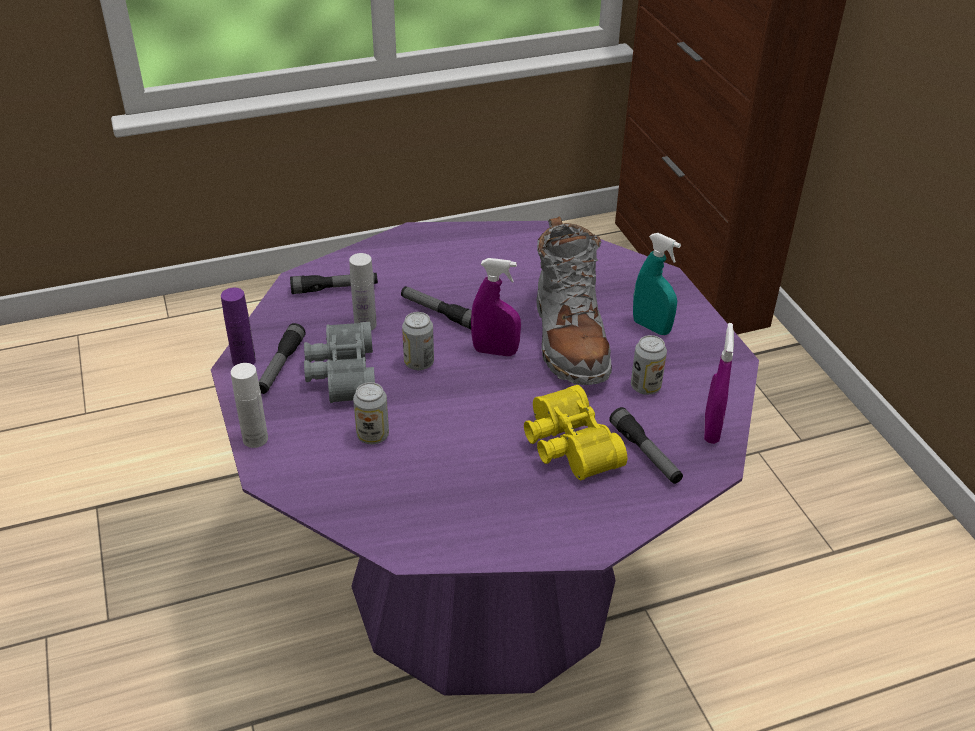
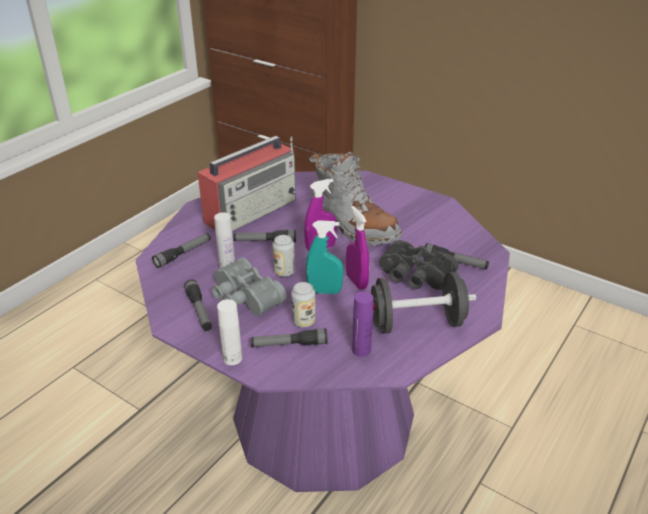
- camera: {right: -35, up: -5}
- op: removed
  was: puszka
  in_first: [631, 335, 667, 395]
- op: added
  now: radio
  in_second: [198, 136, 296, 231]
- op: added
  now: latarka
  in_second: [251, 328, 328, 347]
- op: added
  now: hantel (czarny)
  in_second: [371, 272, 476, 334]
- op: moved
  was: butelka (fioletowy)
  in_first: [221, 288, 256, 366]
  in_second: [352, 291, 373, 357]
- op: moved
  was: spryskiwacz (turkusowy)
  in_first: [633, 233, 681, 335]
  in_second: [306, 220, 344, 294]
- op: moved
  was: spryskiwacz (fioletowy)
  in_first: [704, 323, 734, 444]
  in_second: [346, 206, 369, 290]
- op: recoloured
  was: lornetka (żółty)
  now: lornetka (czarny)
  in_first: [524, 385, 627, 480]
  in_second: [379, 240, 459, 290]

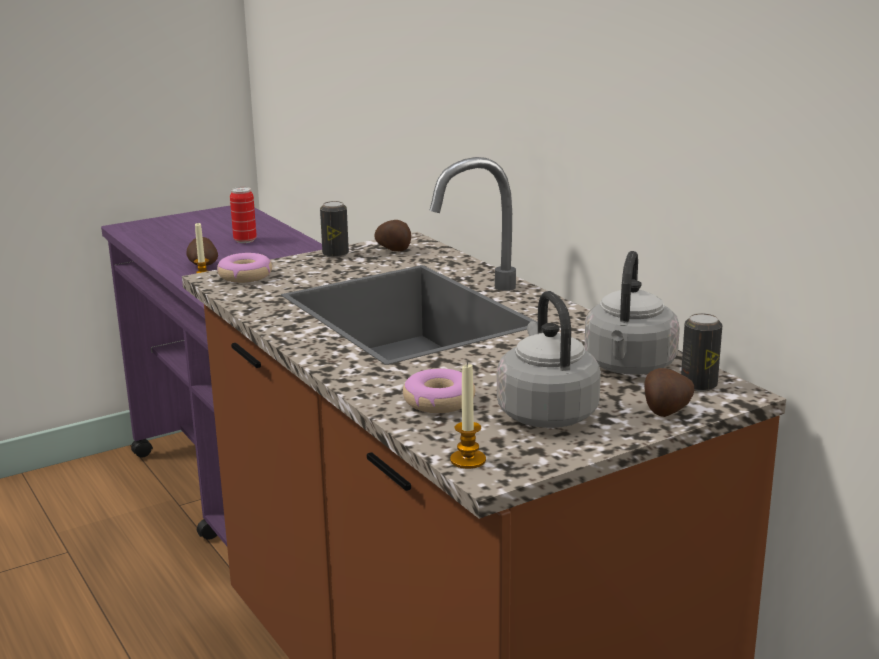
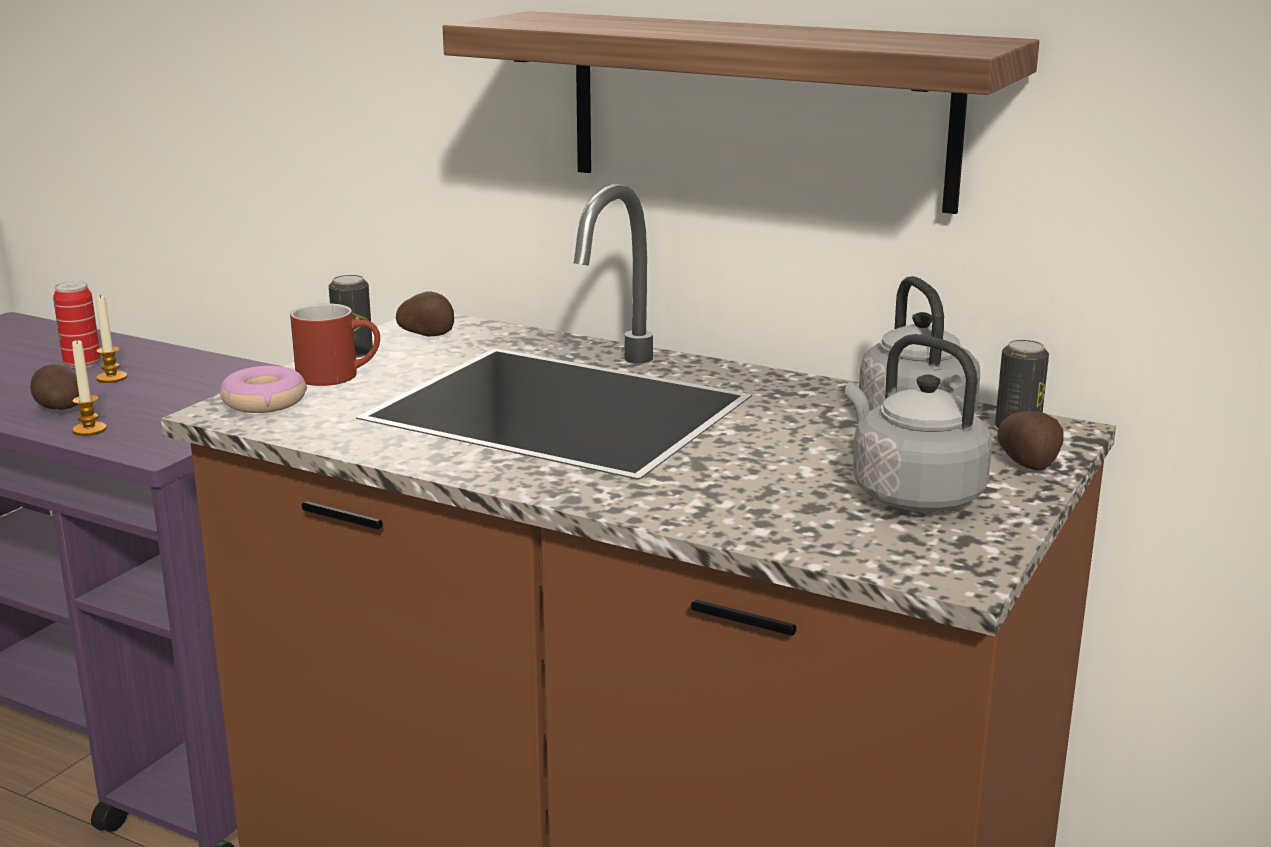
- camera: {right: -30, up: 0}
- op: removed
  was: donut
  in_first: [403, 368, 475, 413]
- op: added
  now: kubek (czerwony)
  in_second: [290, 303, 380, 386]
- op: added
  now: półka
  in_second: [443, 11, 1039, 214]
- op: moved
  was: świeca
  in_first: [450, 362, 486, 469]
  in_second: [96, 295, 127, 383]

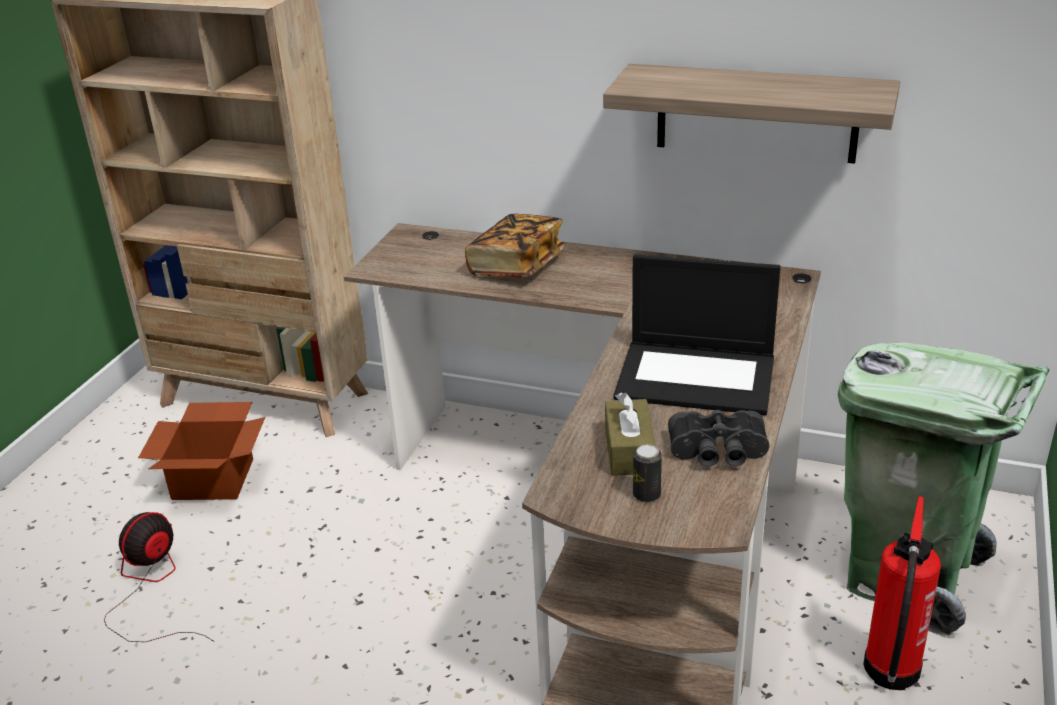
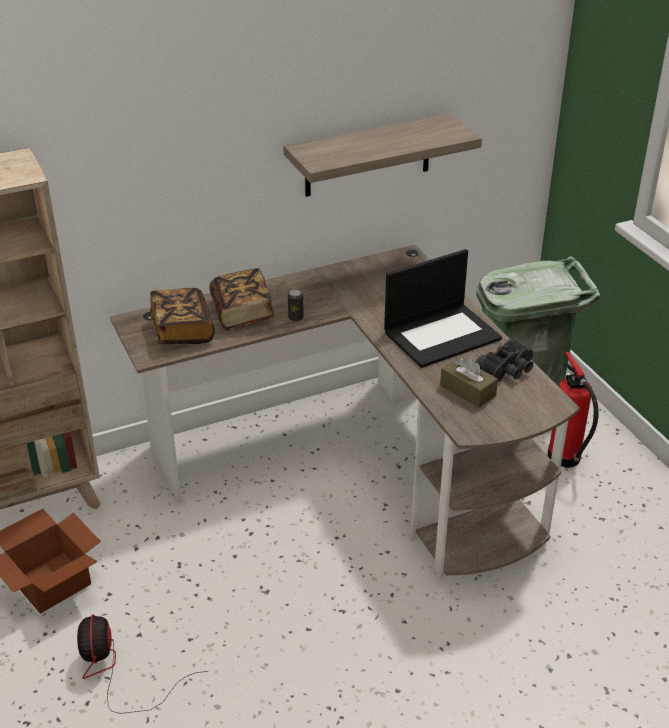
- camera: {right: -45, up: 5}
- op: added
  now: książka
  in_second: [150, 288, 215, 344]
- op: moved
  was: puszka
  in_first: [633, 444, 662, 502]
  in_second: [288, 289, 304, 322]

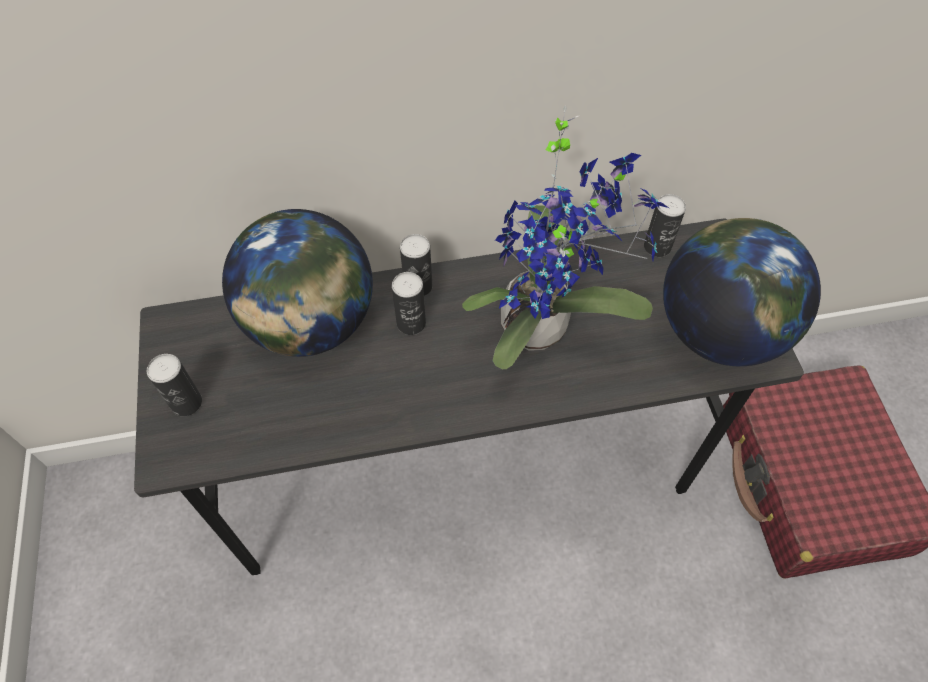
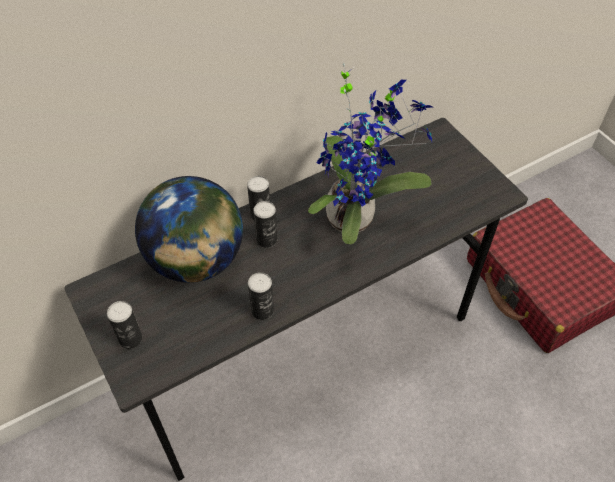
- camera: {right: -20, up: -5}
- op: removed
  was: globus
  in_first: [663, 218, 821, 366]
- op: moved
  was: puszka
  in_first: [644, 194, 686, 257]
  in_second: [248, 272, 274, 320]

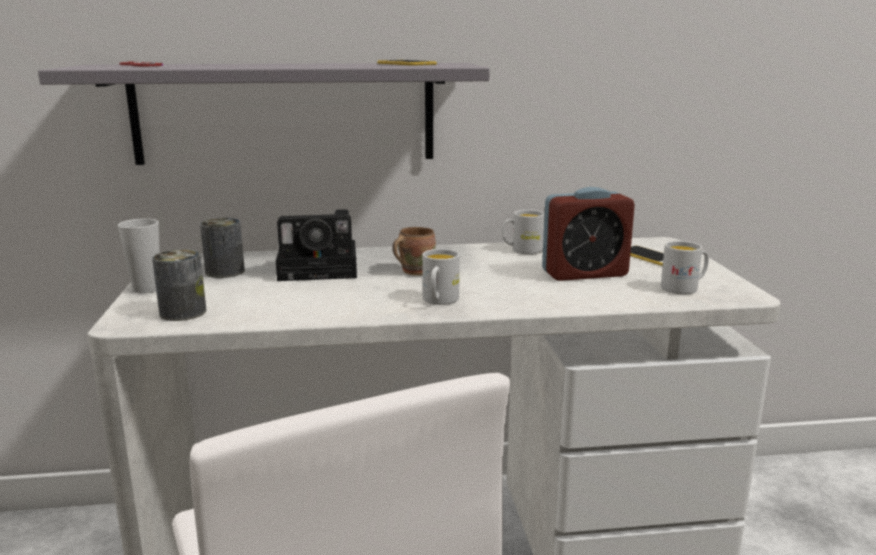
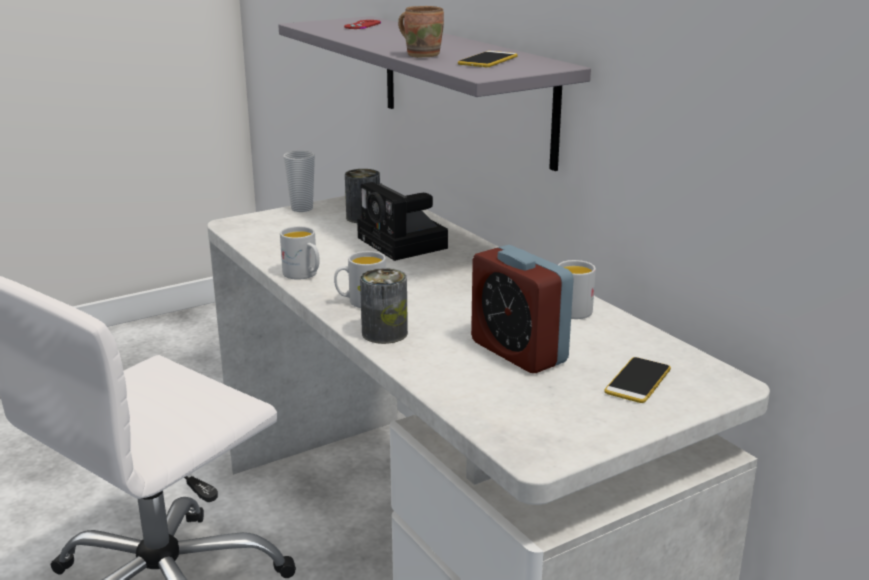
- camera: {right: 65, up: 5}
- op: moved
  was: puszka
  in_first: [152, 249, 206, 321]
  in_second: [360, 268, 408, 344]
- op: moved
  was: kubek (brązowy)
  in_first: [392, 227, 436, 276]
  in_second: [398, 6, 444, 58]
- op: moved
  was: kubek (biały)
  in_first: [661, 241, 709, 294]
  in_second: [280, 226, 320, 280]

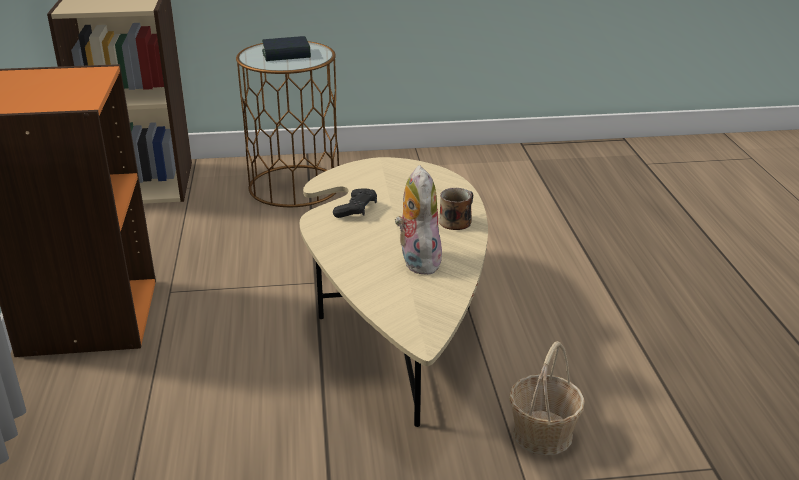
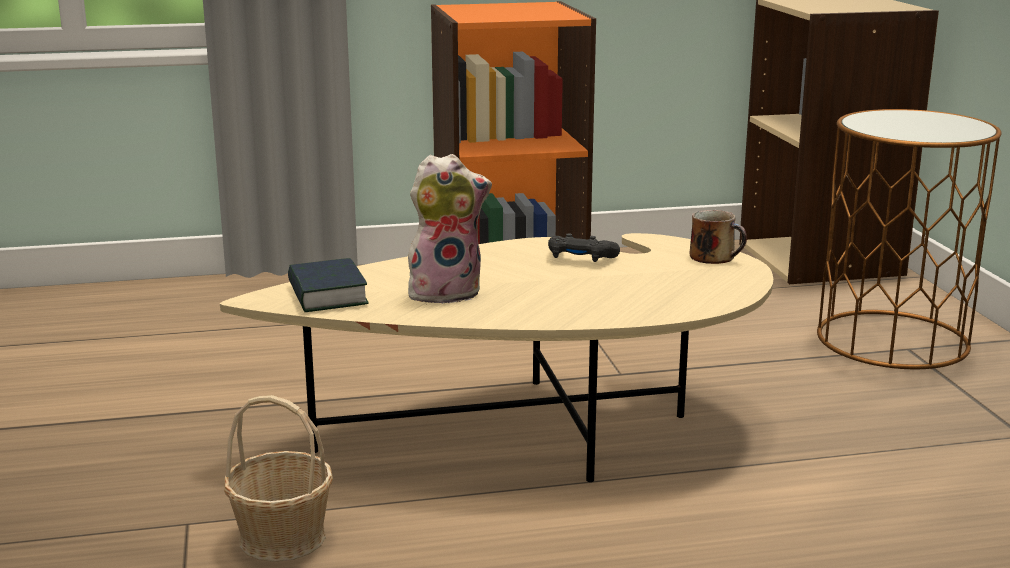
- camera: {right: 85, up: -10}
- op: moved
  was: książka
  in_first: [262, 36, 311, 61]
  in_second: [288, 258, 369, 312]
- op: moved
  was: kubek
  in_first: [439, 188, 473, 230]
  in_second: [690, 210, 747, 264]

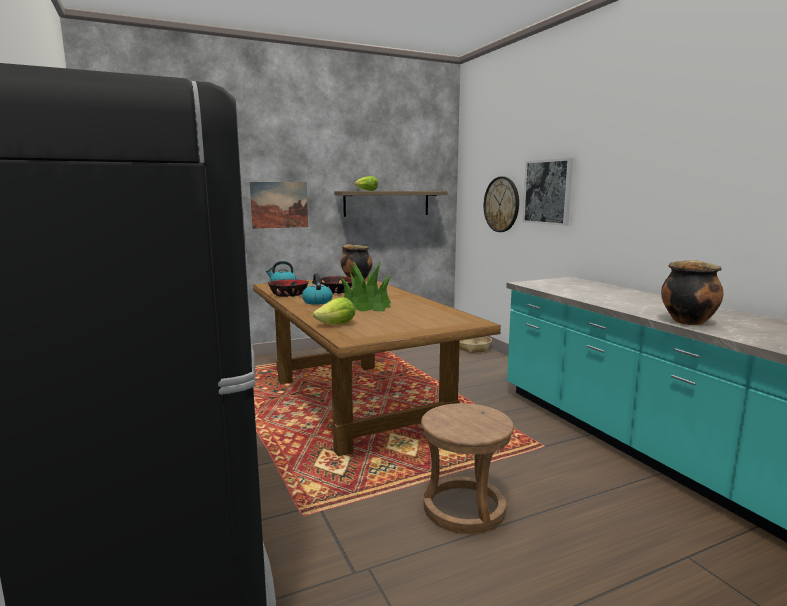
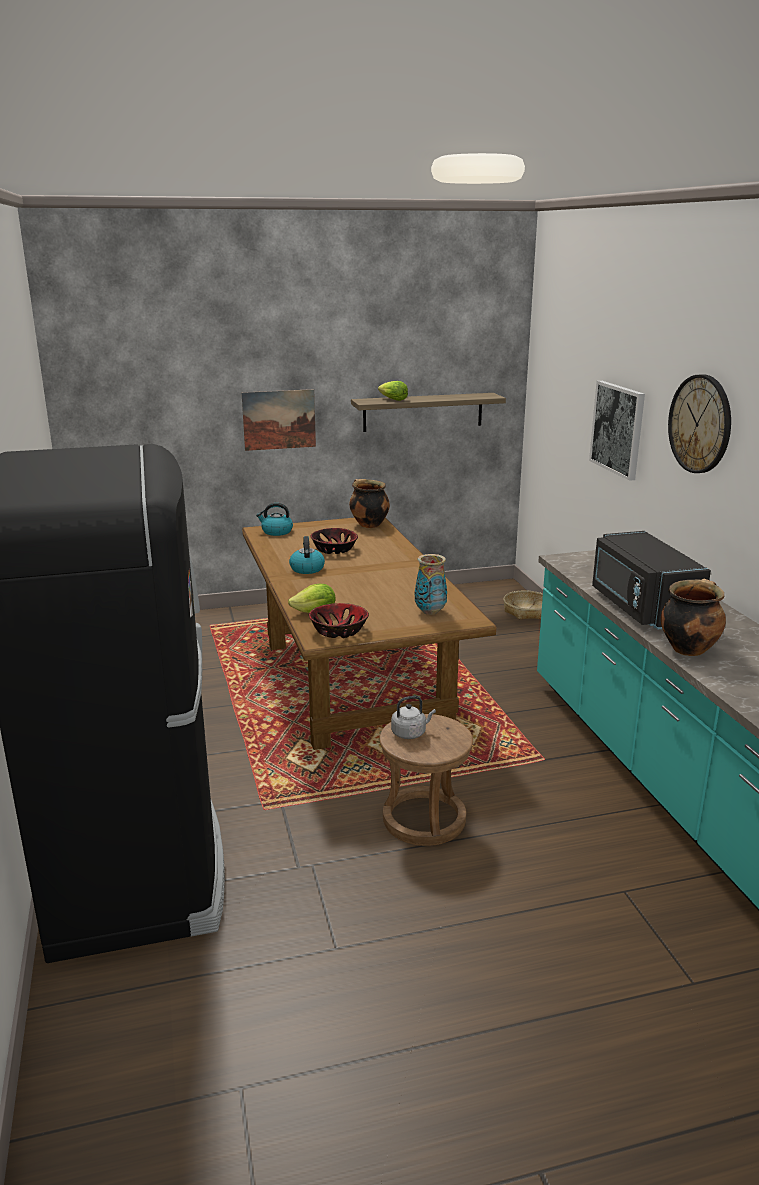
- camera: {right: 10, up: 10}
- op: removed
  was: roślina doniczkowa
  in_first: [340, 260, 391, 311]
- op: added
  now: czajnik (szary)
  in_second: [391, 696, 436, 739]
- op: added
  now: wazon
  in_second: [415, 554, 447, 615]
- op: added
  now: mikrofalówka (czarny)
  in_second: [592, 531, 711, 629]
- op: moved
  was: miska
  in_first: [268, 280, 309, 297]
  in_second: [309, 603, 369, 638]
- op: moved
  was: zegar ścienny
  in_first: [484, 177, 519, 232]
  in_second: [668, 374, 731, 473]

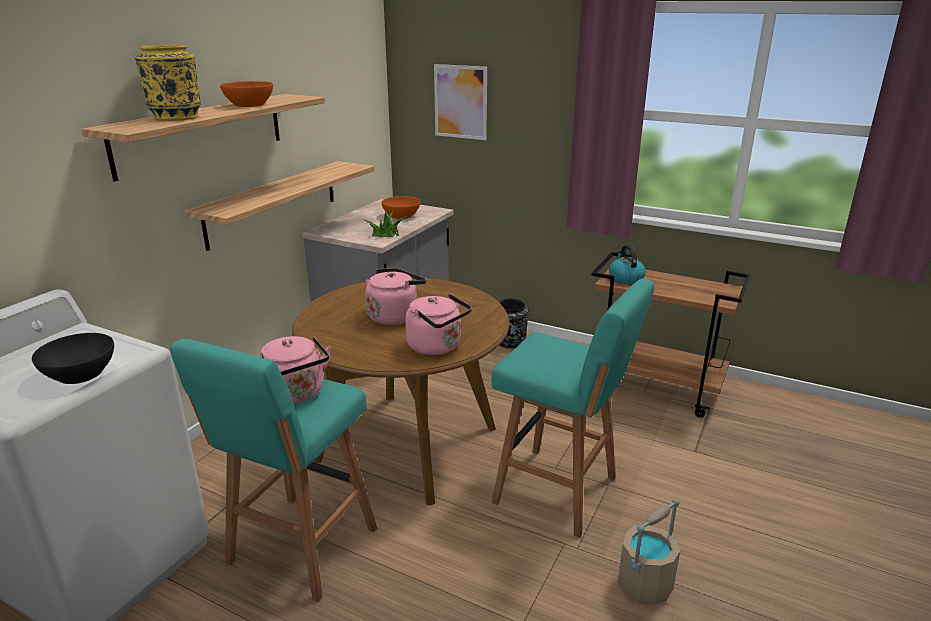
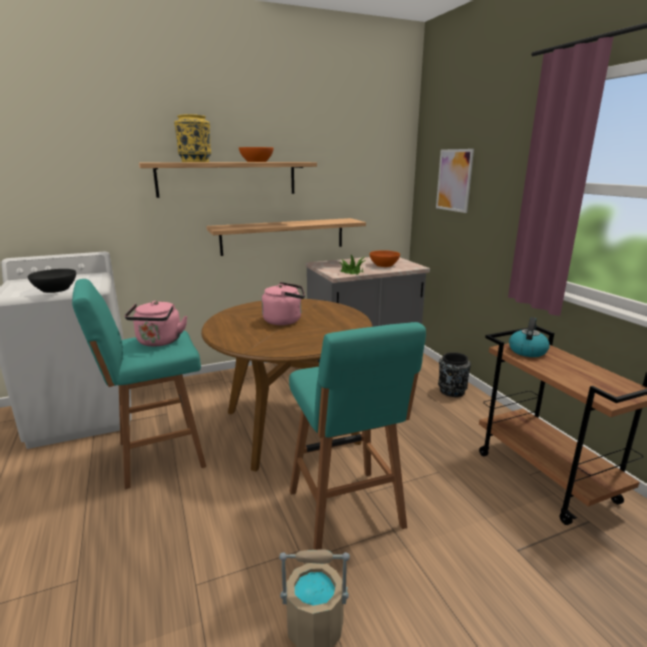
- camera: {right: 40, up: -5}
- op: removed
  was: czajnik (różowy)
  in_first: [405, 294, 472, 355]

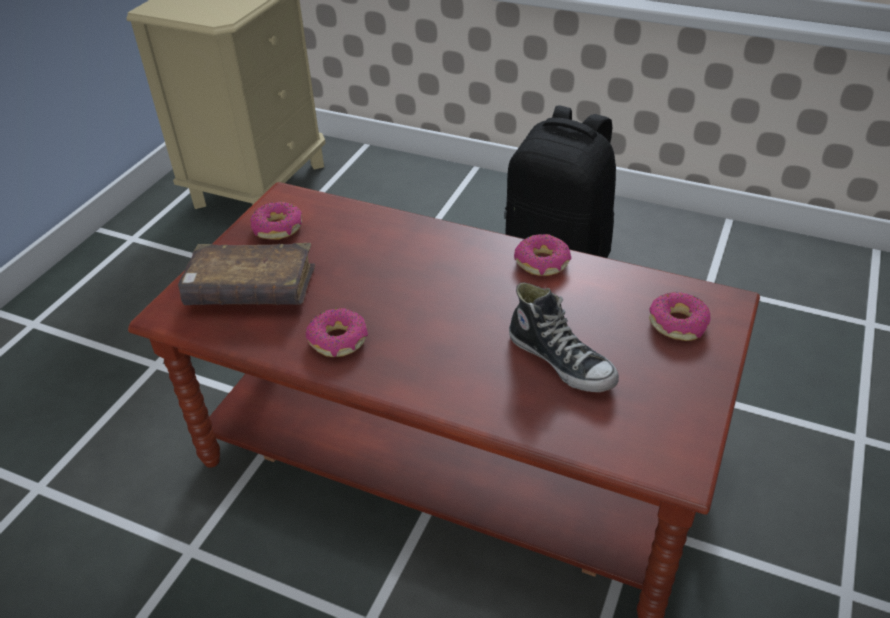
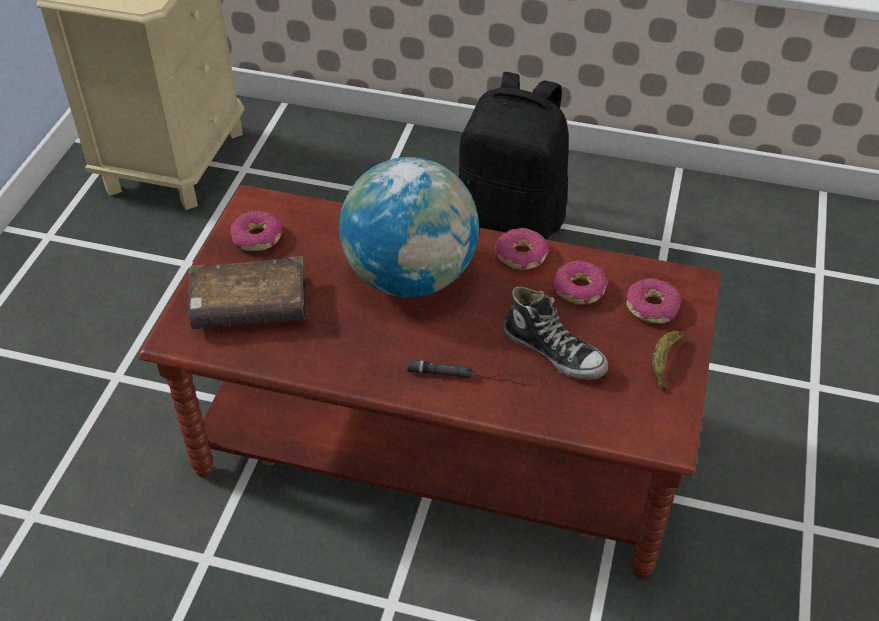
- camera: {right: -10, up: 5}
- op: added
  now: globus
  in_second: [339, 157, 479, 297]
- op: added
  now: latarka (czarny)
  in_second: [407, 359, 543, 385]
- op: added
  now: banan
  in_second: [652, 331, 685, 392]
- op: moved
  was: donut
  in_first: [306, 308, 368, 357]
  in_second: [553, 260, 608, 305]

